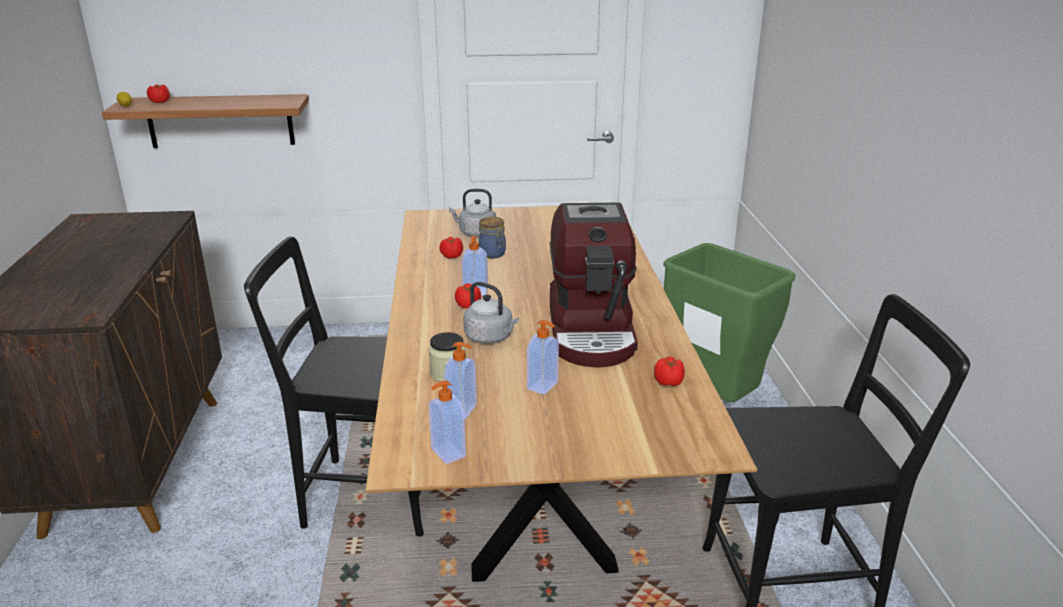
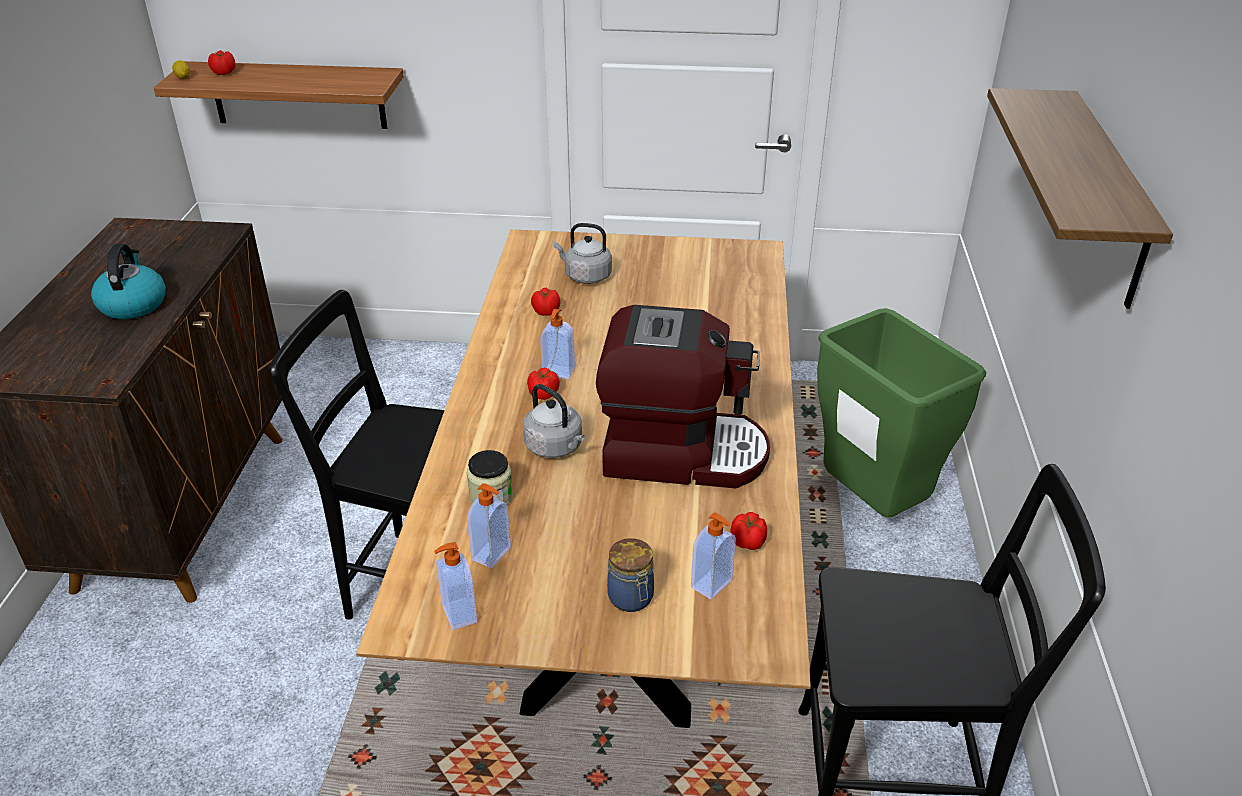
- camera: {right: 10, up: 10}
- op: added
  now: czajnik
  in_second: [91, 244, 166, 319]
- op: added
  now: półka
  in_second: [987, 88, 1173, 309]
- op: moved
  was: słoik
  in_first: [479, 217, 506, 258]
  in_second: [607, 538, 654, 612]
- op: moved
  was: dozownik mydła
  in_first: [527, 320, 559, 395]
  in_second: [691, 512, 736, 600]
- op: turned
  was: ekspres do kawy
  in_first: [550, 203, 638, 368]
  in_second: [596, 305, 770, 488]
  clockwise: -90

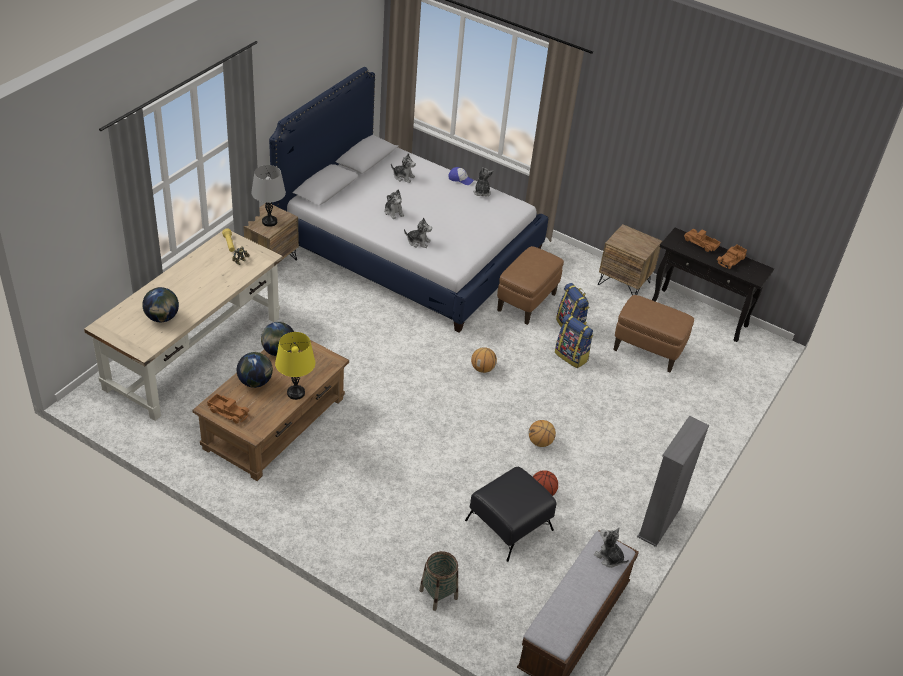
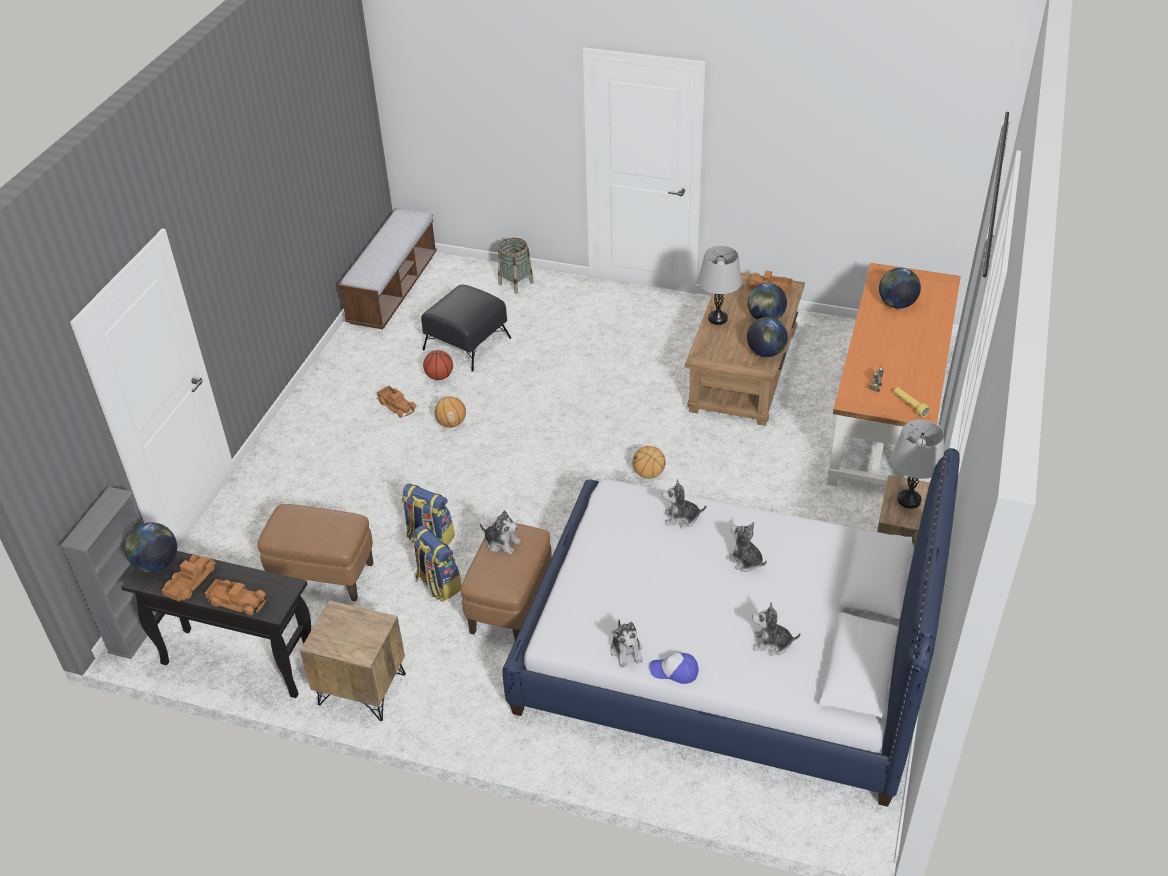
- camera: {right: 170, up: 0}
- op: added
  now: globus
  in_second: [125, 522, 177, 573]
- op: added
  now: ciężarówka zabawkowa
  in_second: [377, 386, 416, 418]
- op: moved
  was: piłka do koszykówki
  in_first: [471, 347, 497, 373]
  in_second: [633, 446, 665, 479]
- op: moved
  was: pluszak
  in_first: [594, 528, 629, 568]
  in_second: [480, 510, 521, 554]
- op: moved
  was: regał (szary)
  in_first: [637, 416, 709, 547]
  in_second: [60, 487, 157, 659]
- op: recoloured
  was: biurko (beżowy)
  now: biurko (pomarańczowy)
  in_first: [84, 228, 283, 421]
  in_second: [827, 263, 961, 486]
- op: recoloured
  was: lampa stołowa (żółty)
  now: lampa stołowa (szary)
  in_first: [275, 332, 315, 400]
  in_second: [698, 246, 742, 325]

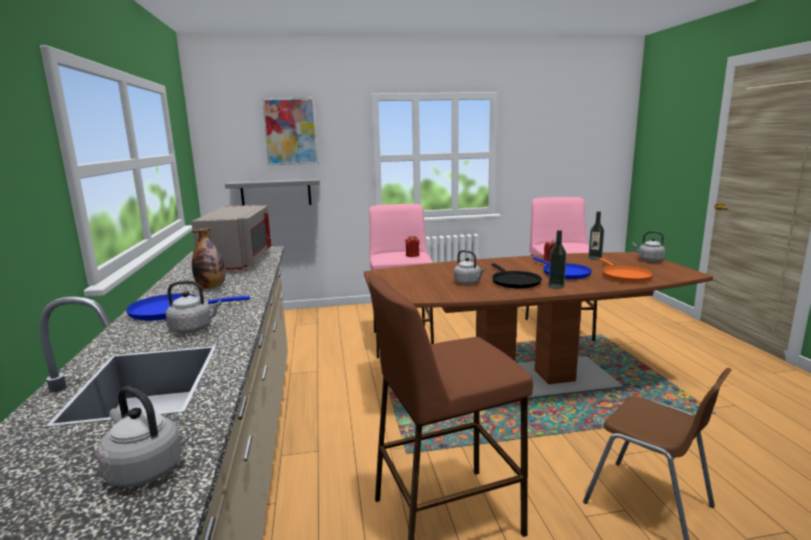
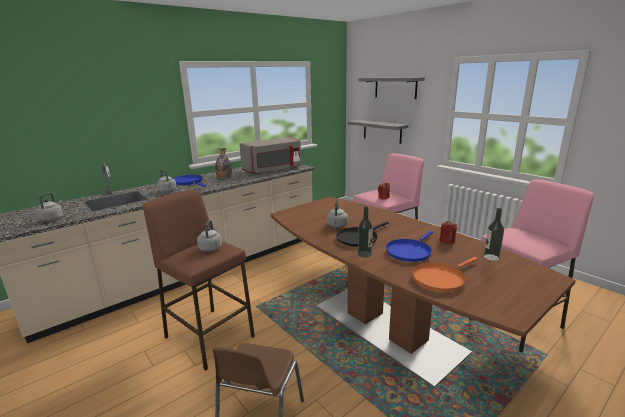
- camera: {right: 60, up: 5}
- op: moved
  was: czajnik (szary)
  in_first: [632, 231, 666, 262]
  in_second: [197, 220, 222, 252]
- op: replaced
  was: obraz
  now: półka (szary)
  in_first: [262, 98, 318, 165]
  in_second: [358, 77, 425, 99]

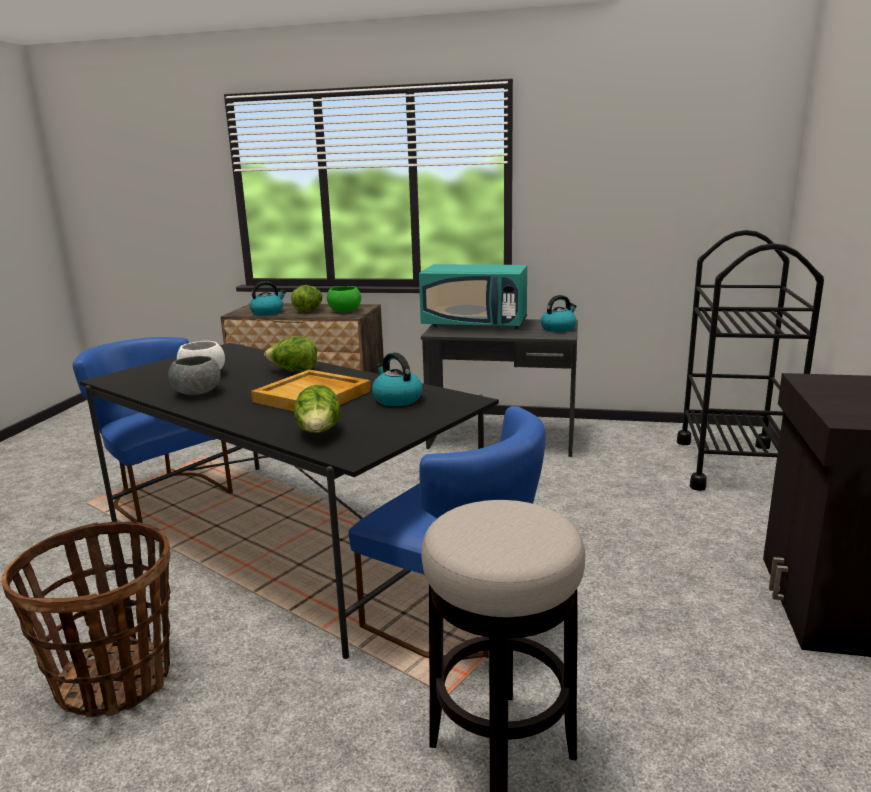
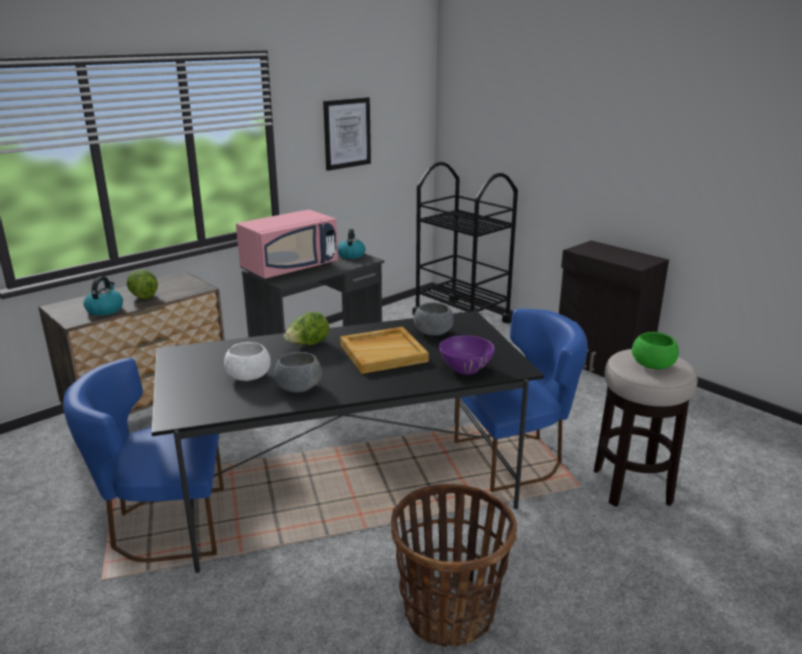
- camera: {right: -55, up: 5}
- op: added
  now: obraz
  in_second: [323, 97, 371, 171]
- op: moved
  was: miska (zielony)
  in_first: [327, 286, 361, 312]
  in_second: [632, 332, 679, 369]
- op: replaced
  was: sałata
  now: miska (fioletowy)
  in_first: [294, 385, 340, 433]
  in_second: [439, 335, 495, 374]
- op: replaced
  was: czajnik
  now: miska (szary)
  in_first: [372, 352, 423, 406]
  in_second: [414, 302, 454, 335]
- op: recoloured
  was: mikrofalówka (turkusowy)
  now: mikrofalówka (różowy)
  in_first: [419, 264, 527, 329]
  in_second: [236, 210, 338, 279]

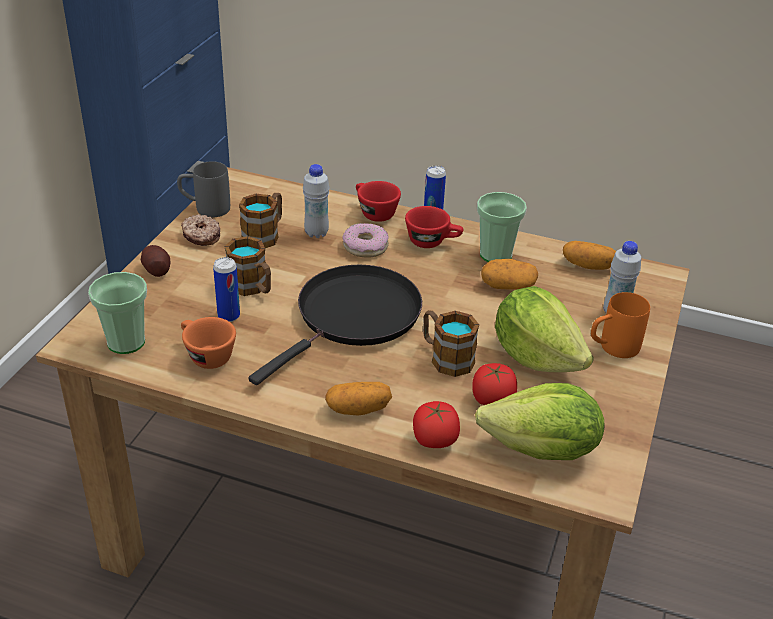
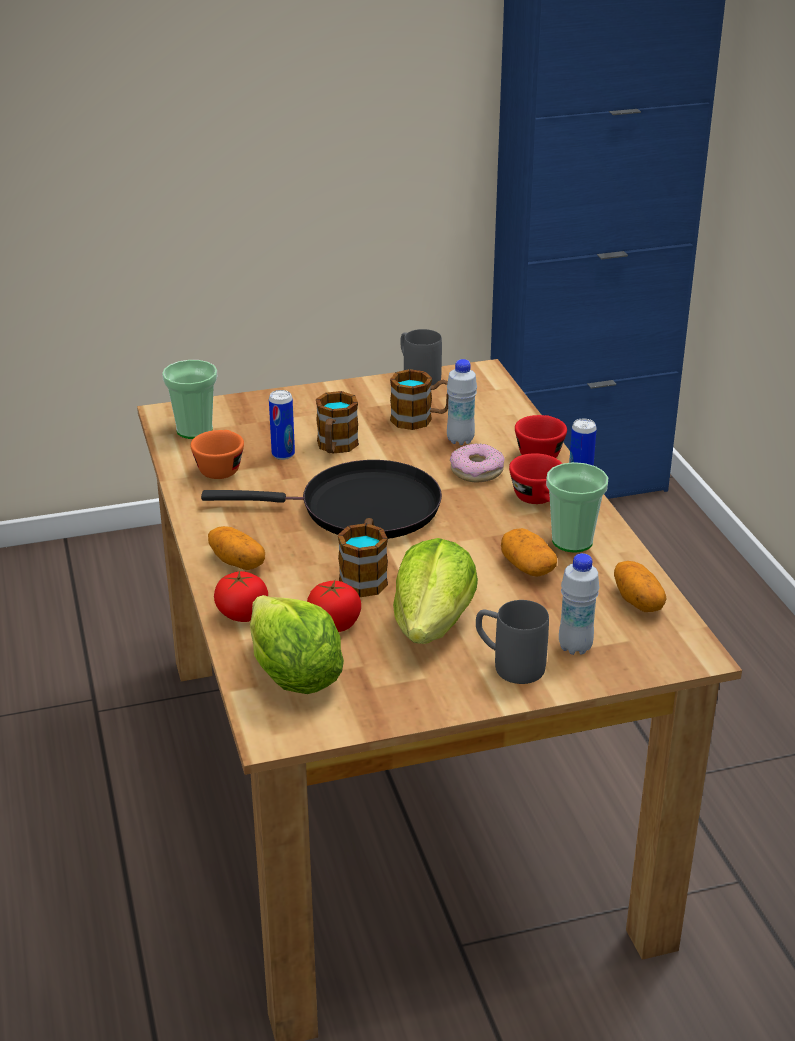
- camera: {right: 55, up: -5}
- op: removed
  was: ziemniak
  in_first: [141, 245, 170, 277]
- op: removed
  was: donut
  in_first: [181, 214, 220, 246]
- op: recoloured
  was: kubek (pomarańczowy)
  now: kubek (szary)
  in_first: [591, 292, 650, 358]
  in_second: [476, 600, 549, 684]

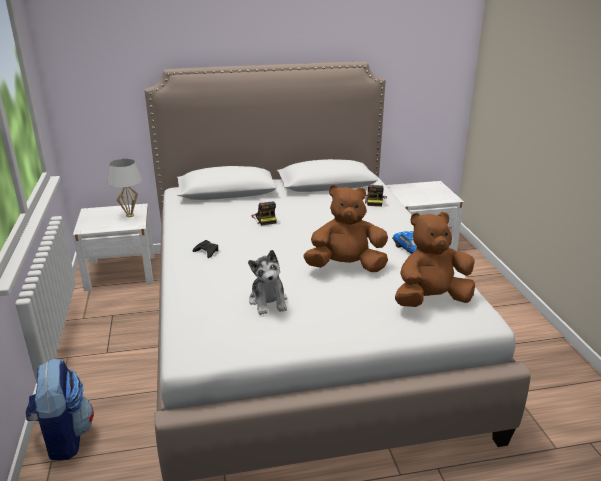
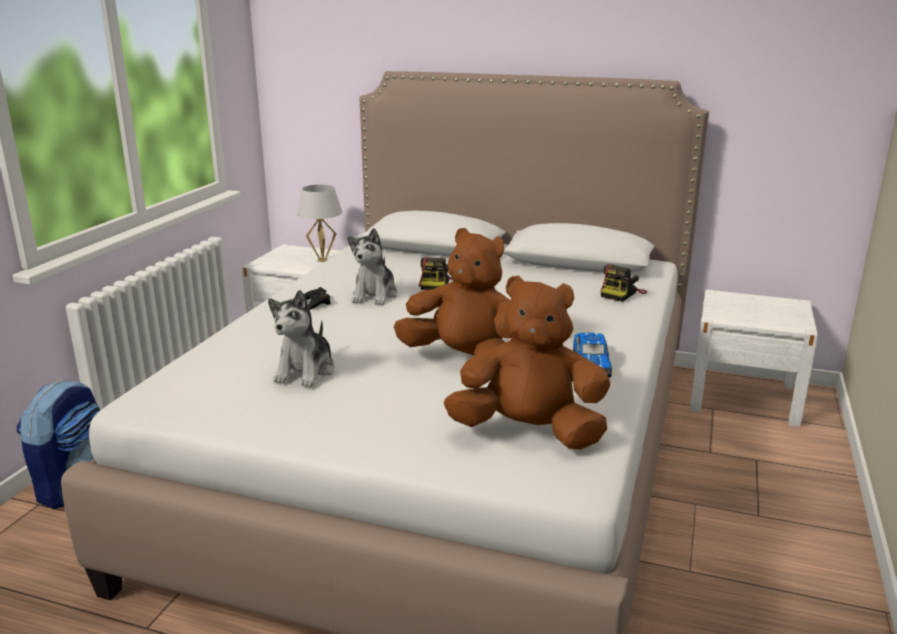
- camera: {right: 30, up: -5}
- op: added
  now: pluszak
  in_second: [347, 228, 398, 305]

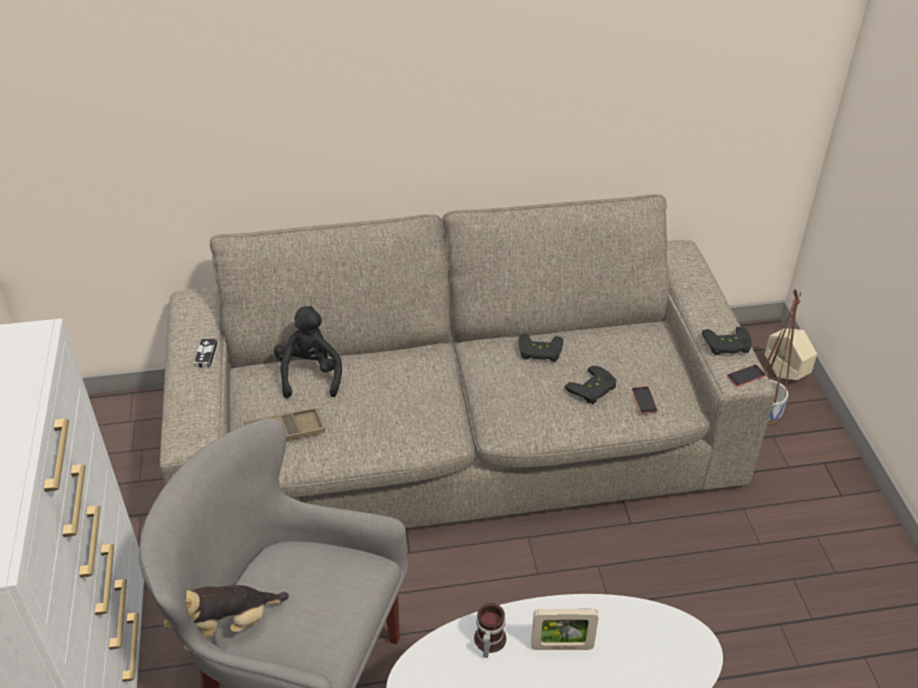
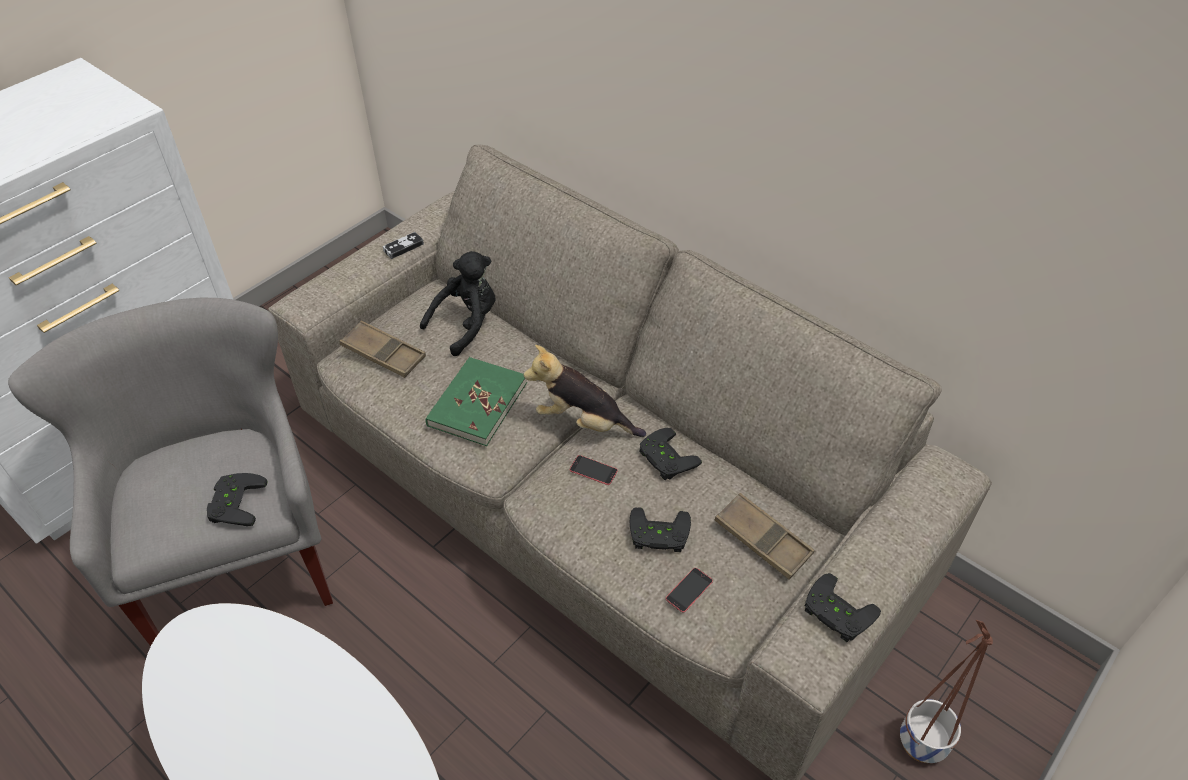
- camera: {right: 50, up: 5}
- op: removed
  was: kubek
  in_first: [474, 603, 506, 658]
- op: removed
  was: ramka na zdjęcie
  in_first: [531, 609, 599, 650]
- op: removed
  was: donica (beżowy)
  in_first: [765, 328, 817, 380]
- op: added
  now: pad do gier (czarny)
  in_second: [207, 473, 268, 526]
- op: added
  now: książka (zielony)
  in_second: [425, 357, 527, 446]
- op: added
  now: taca (brązowy)
  in_second: [715, 493, 814, 580]
- op: moved
  was: pluszak
  in_first: [163, 585, 289, 651]
  in_second: [524, 345, 646, 437]
- op: moved
  was: telefon
  in_first: [727, 365, 766, 386]
  in_second: [570, 455, 618, 485]

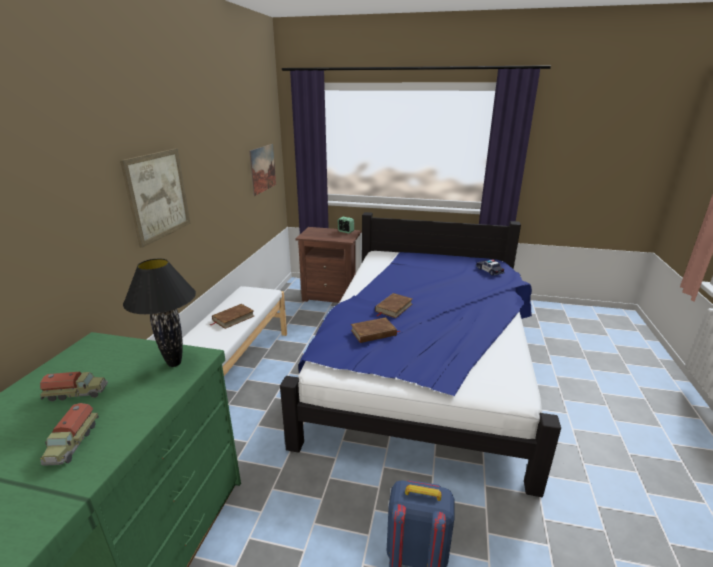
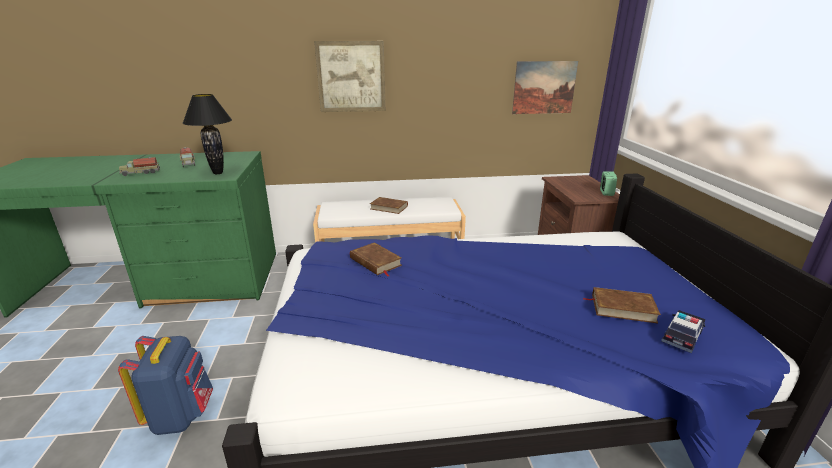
- camera: {right: 70, up: 0}
- op: moved
  was: książka (brązowy)
  in_first: [375, 293, 412, 318]
  in_second: [584, 287, 661, 323]

